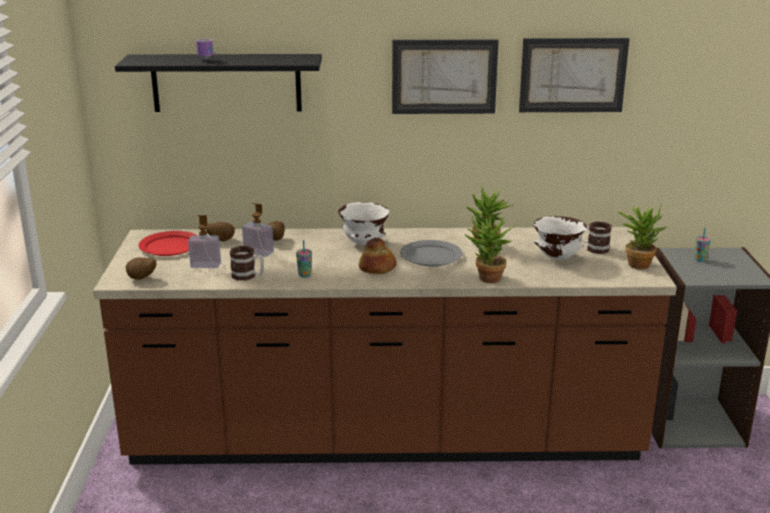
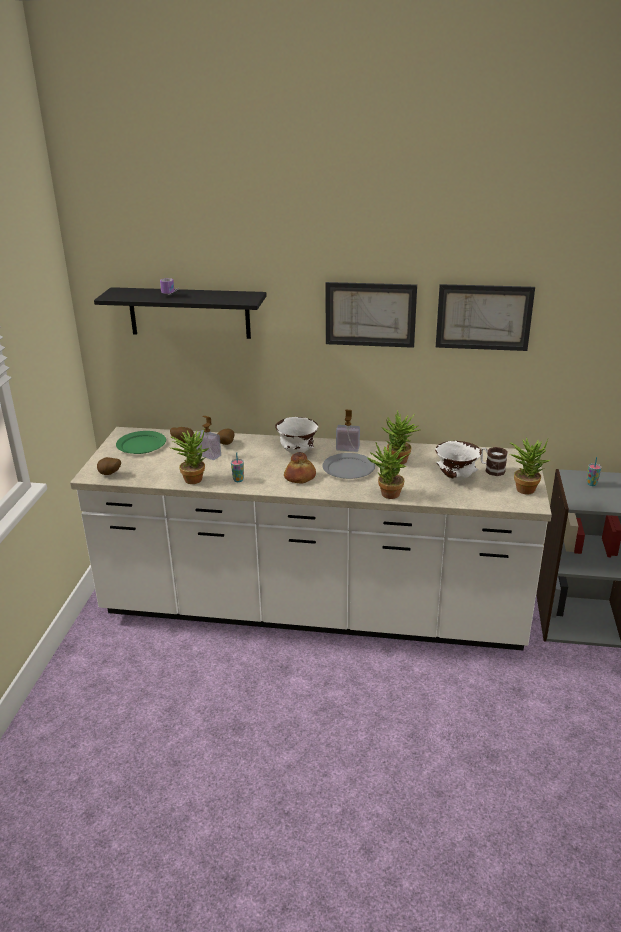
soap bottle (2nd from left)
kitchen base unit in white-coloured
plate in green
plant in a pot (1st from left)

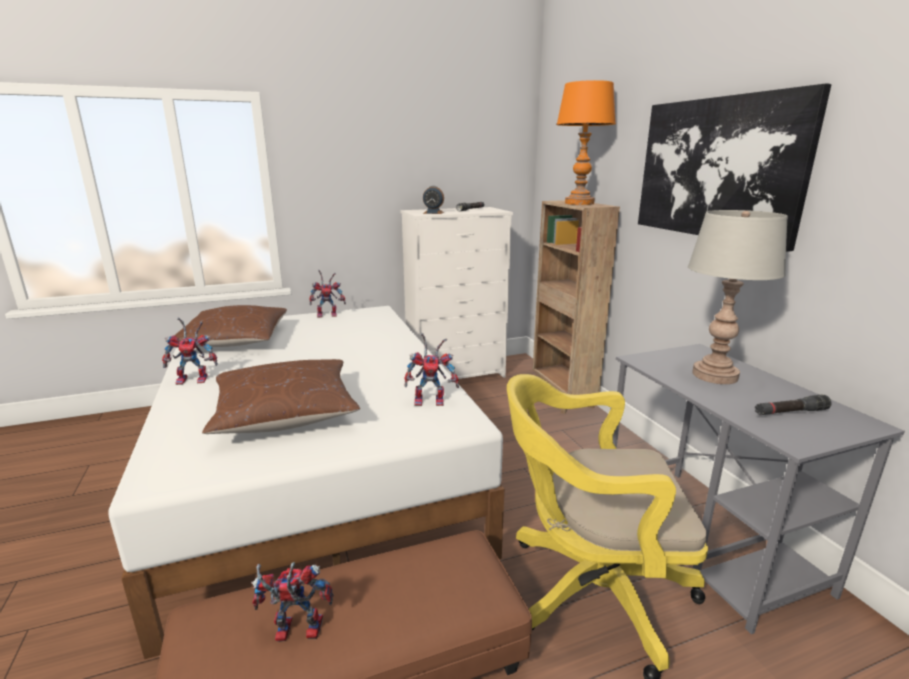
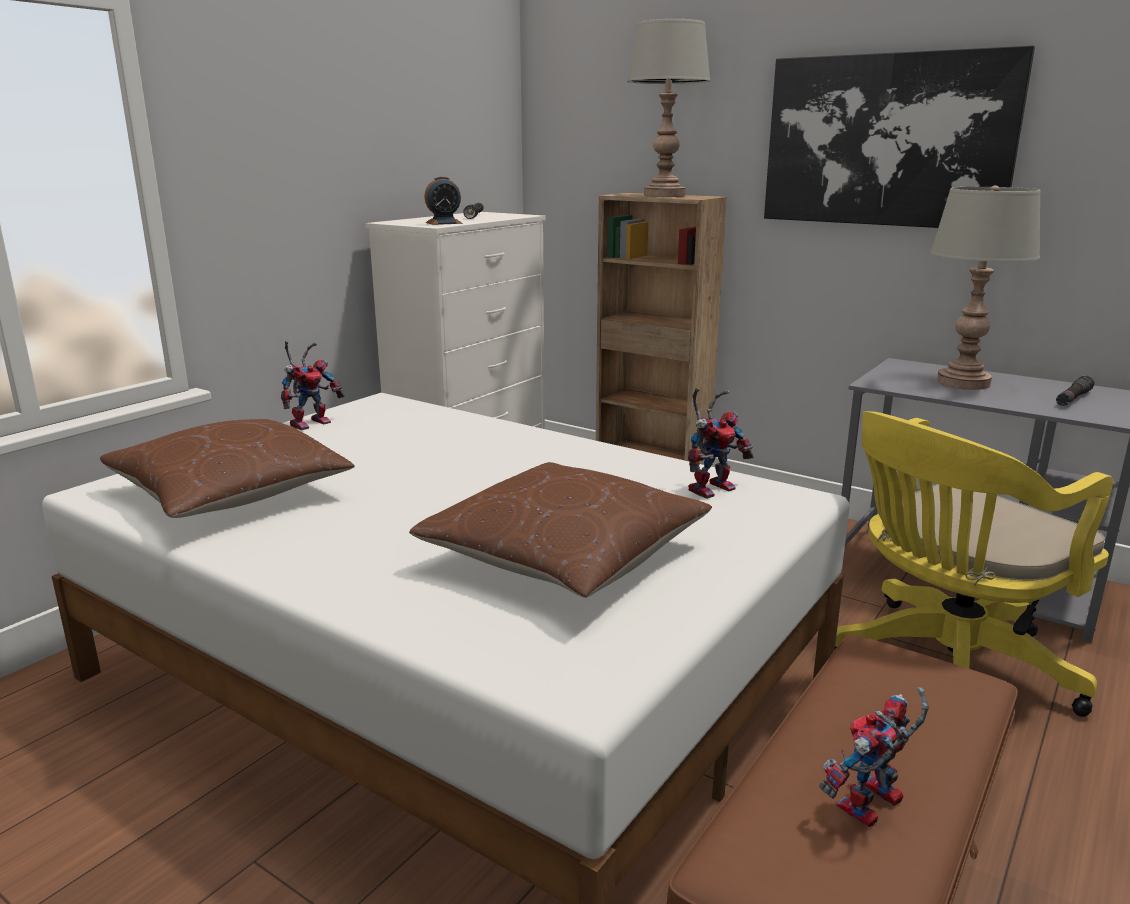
tabletop lamp in gray (1st from left)
model robot (1st from left in the first image)

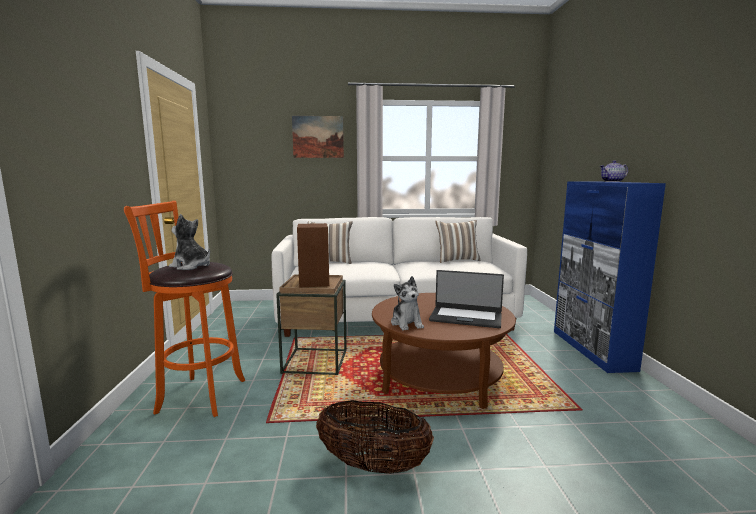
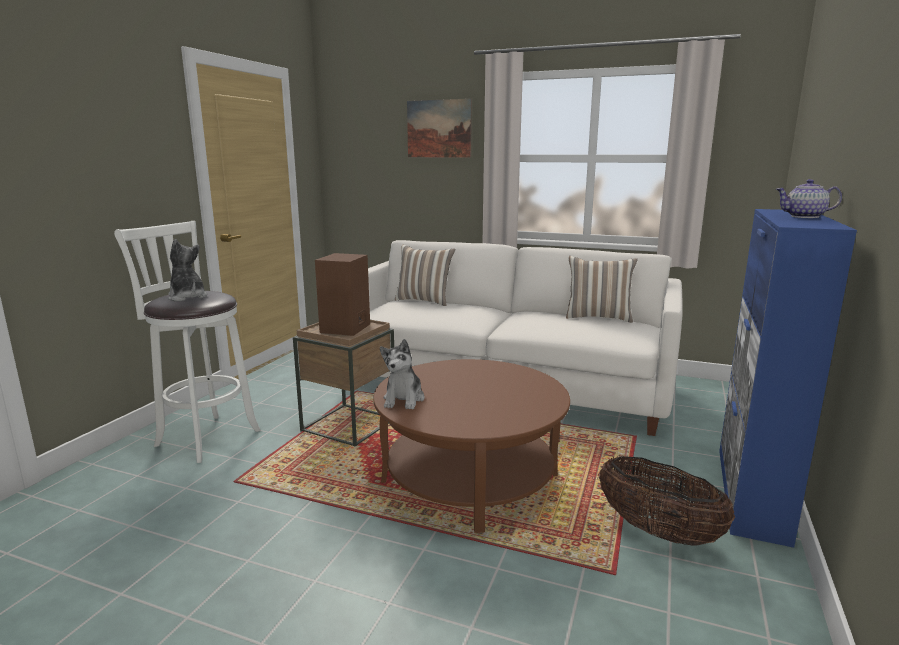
sitting stool in white-coloured
notebook computer
basket

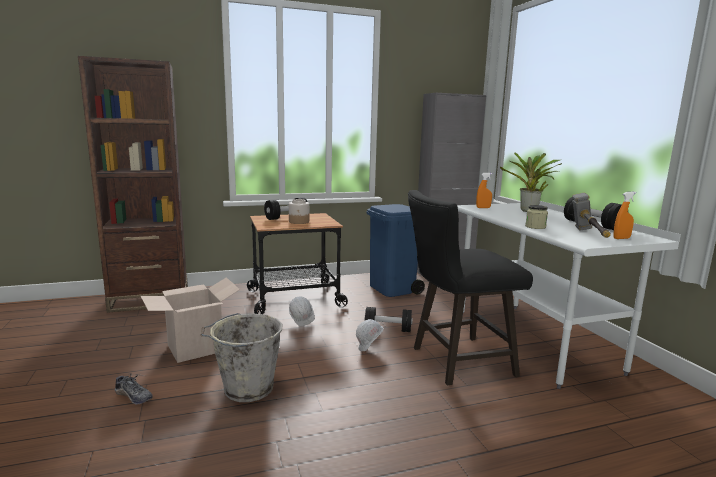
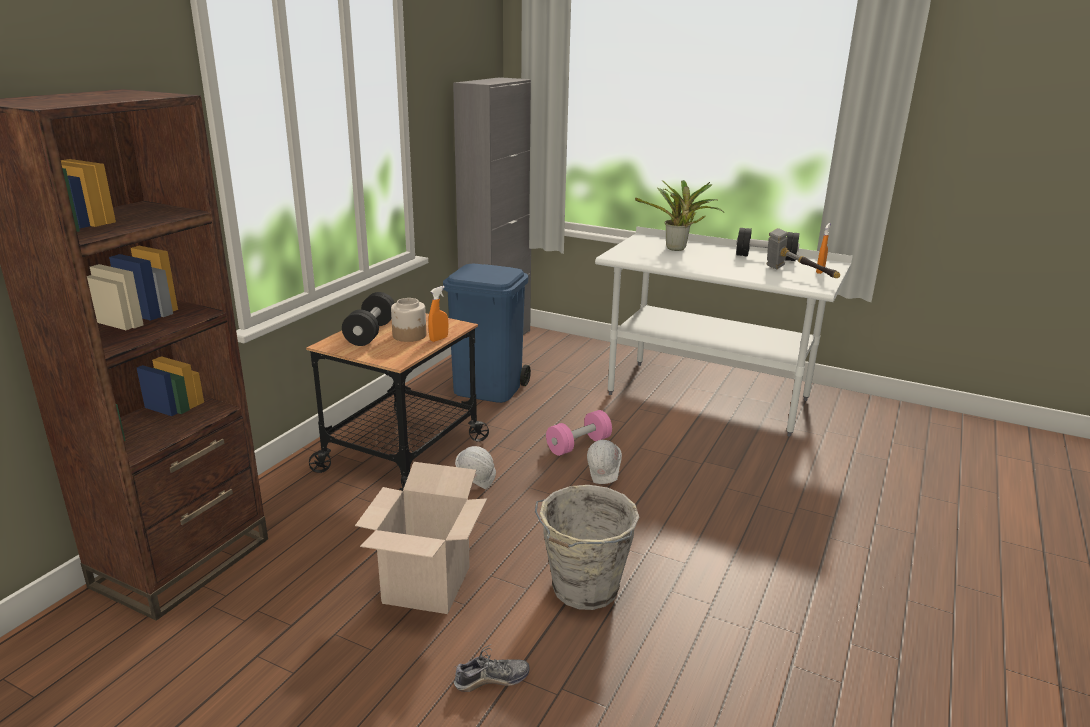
spray bottle in orangey (1st from left)
sitting stool in black
storage jar (2nd from left in the first image)
free weight in pink-coloured

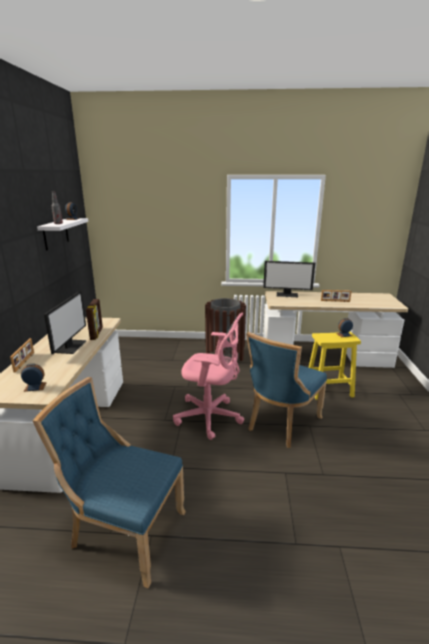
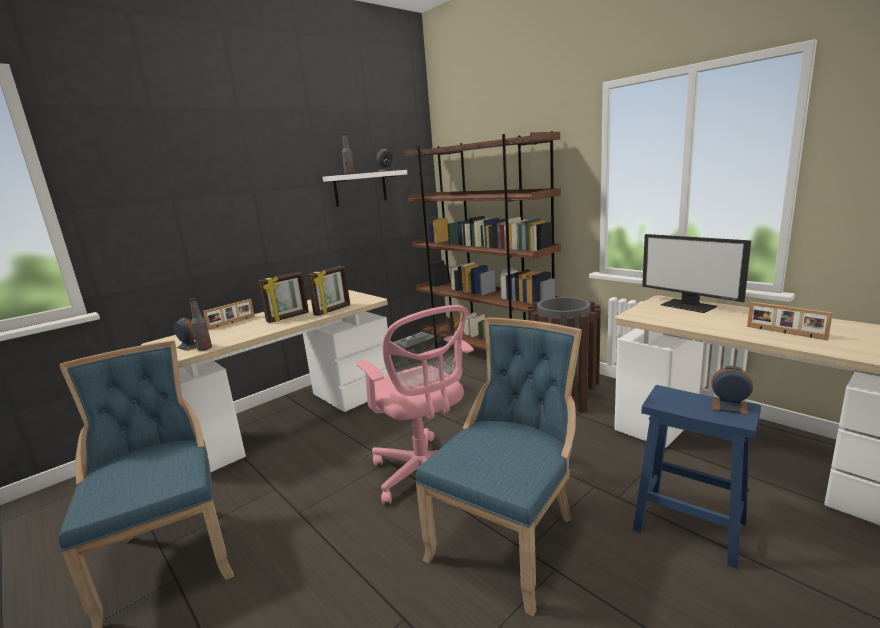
photo frame (2nd from left)
chair in blue-coloured (2nd from left)
sitting stool in blue-coloured
shelving unit in brownish
drink bottle (1st from left)

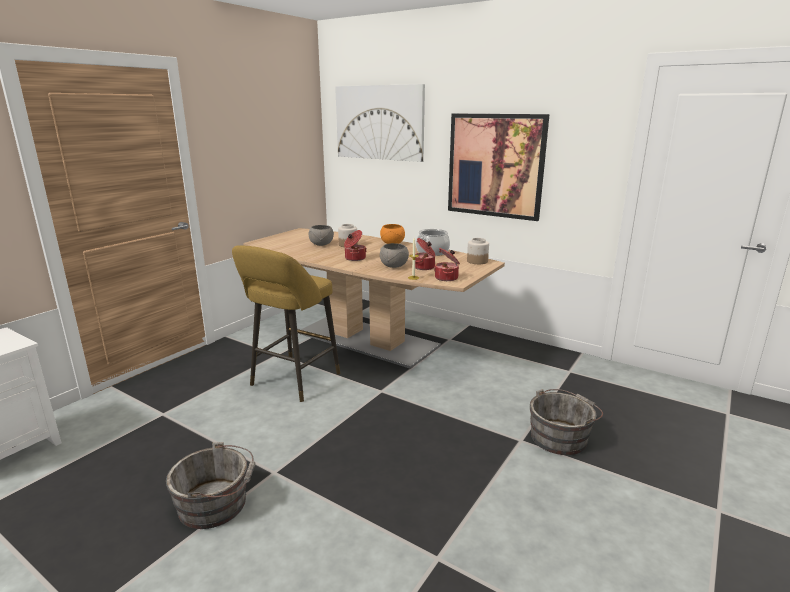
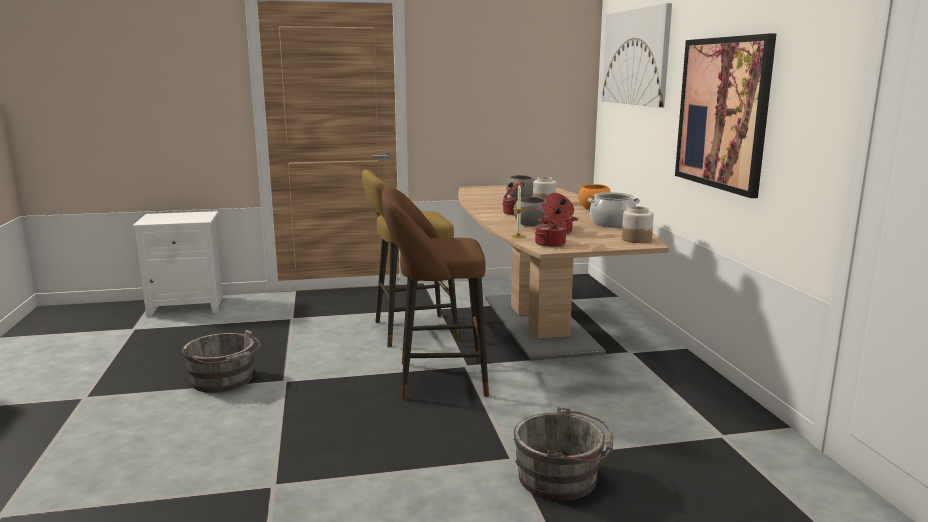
sitting stool in brownish

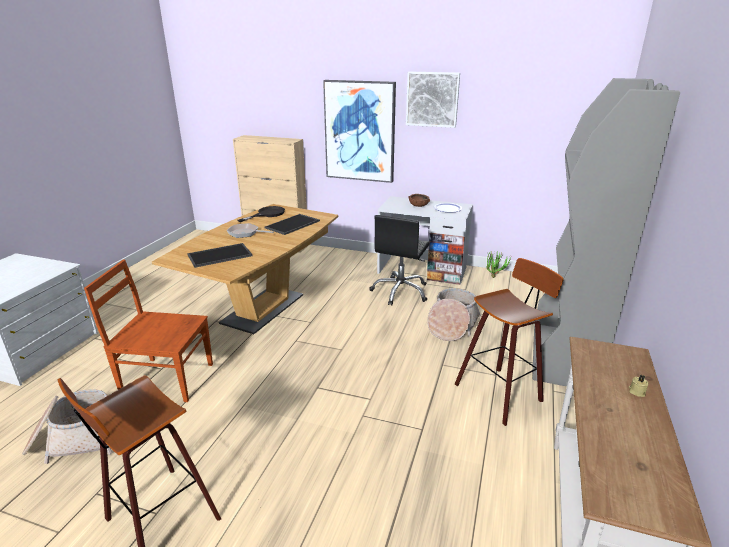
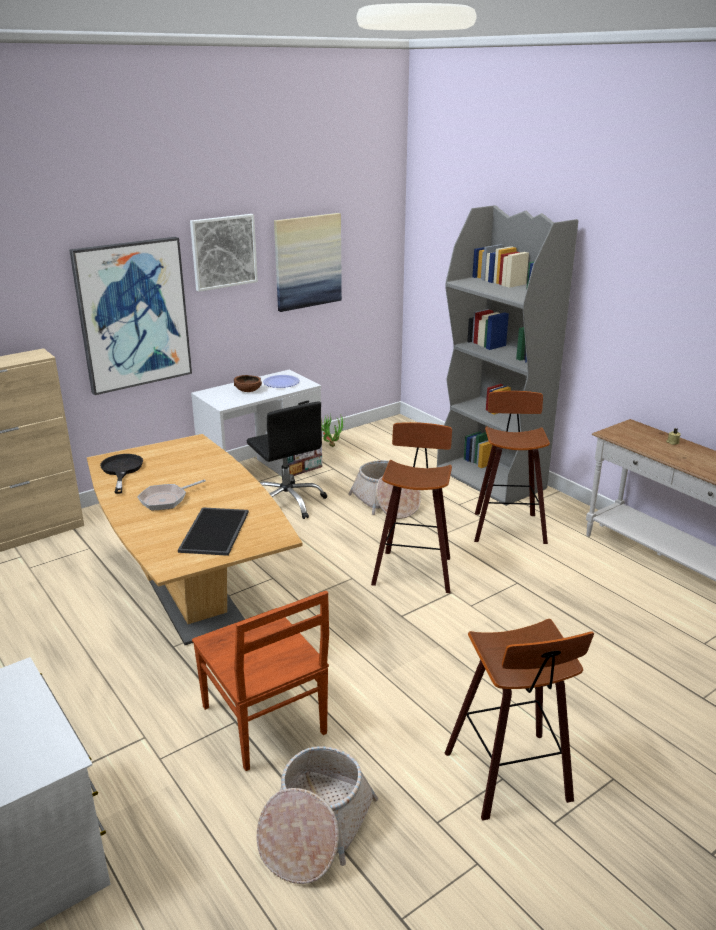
tray (2nd from left in the first image)
chair in brownish
wall picture (3rd from left)
sitting stool (1st from left)

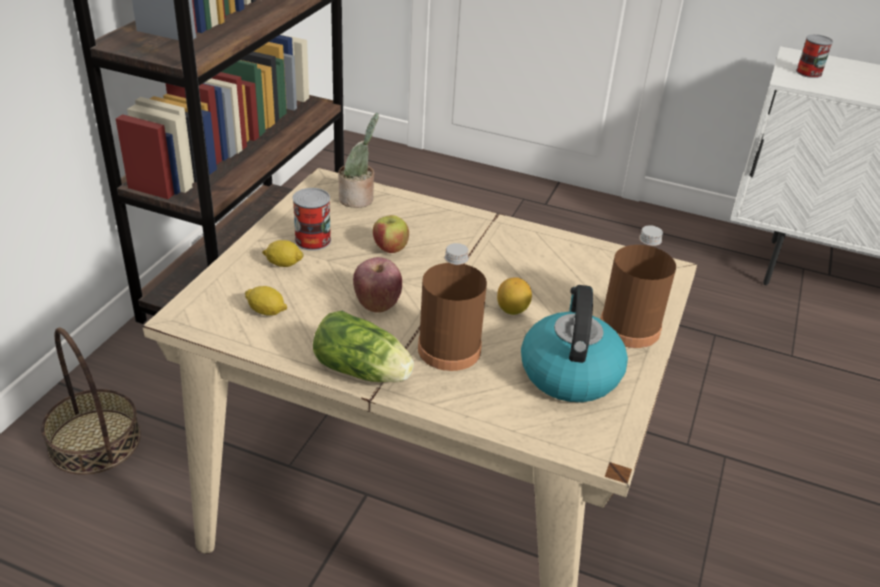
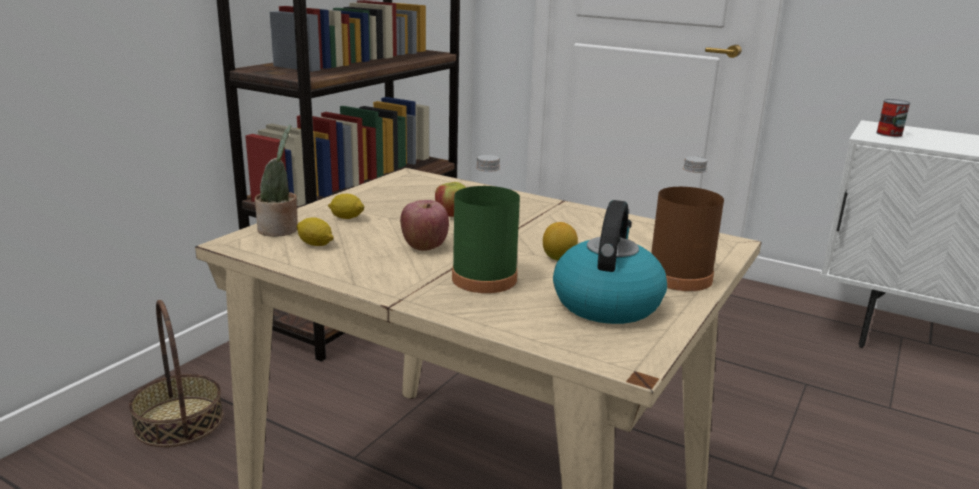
plant in a pot
sealed can (1st from left in the first image)
drink bottle in green
lettuce

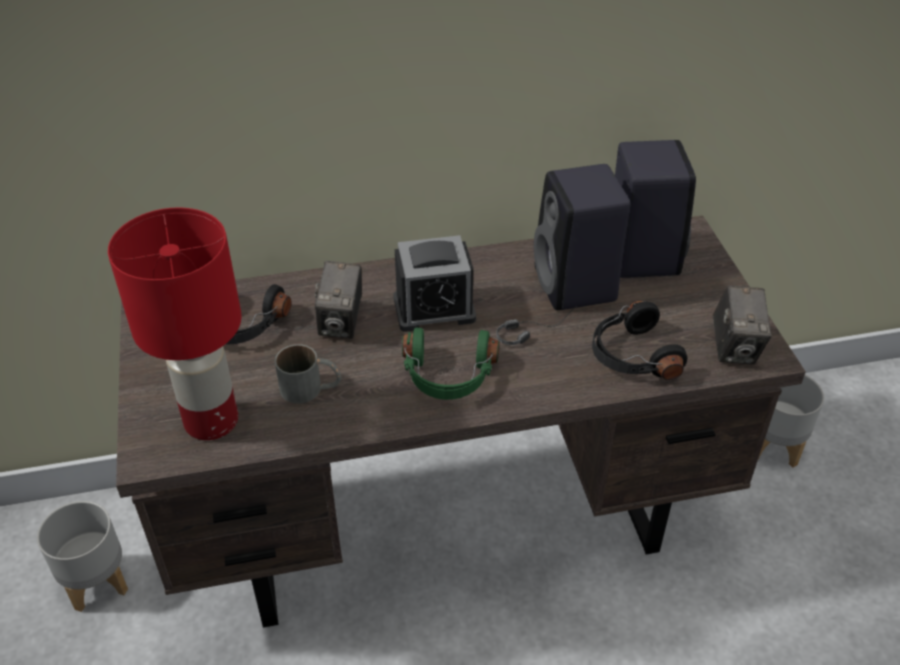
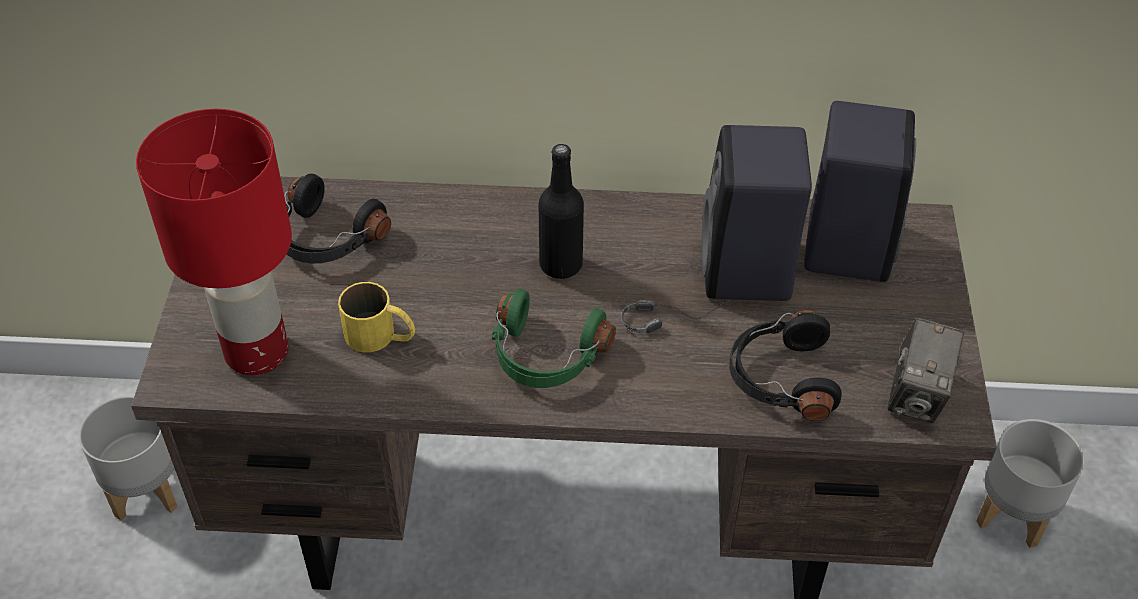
drink bottle in black
still camera (1st from left in the first image)
coffee mug in yellow

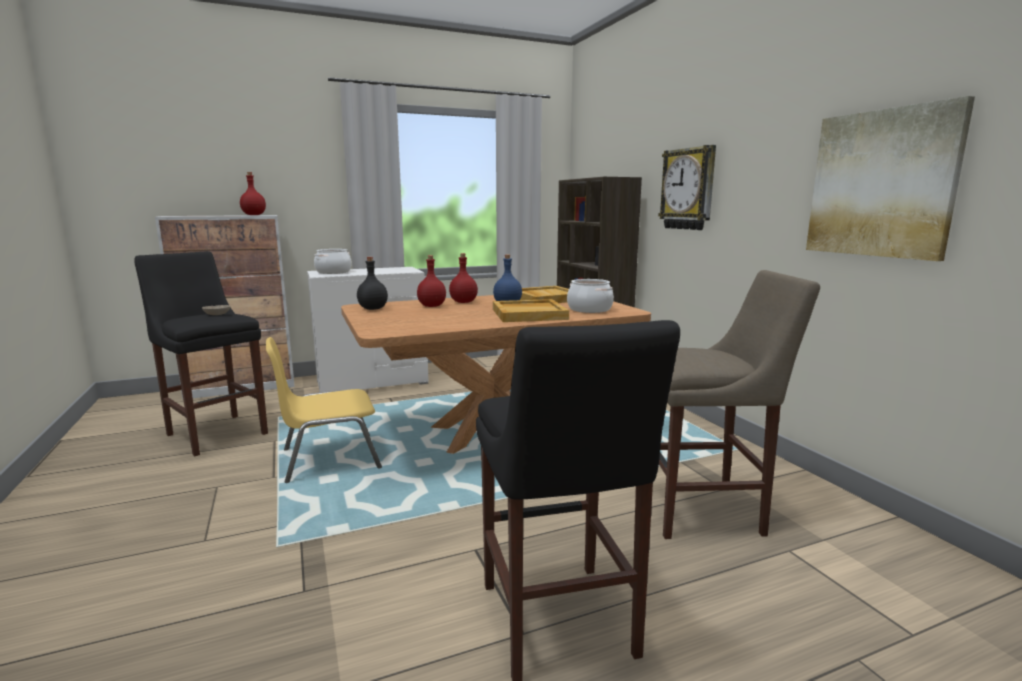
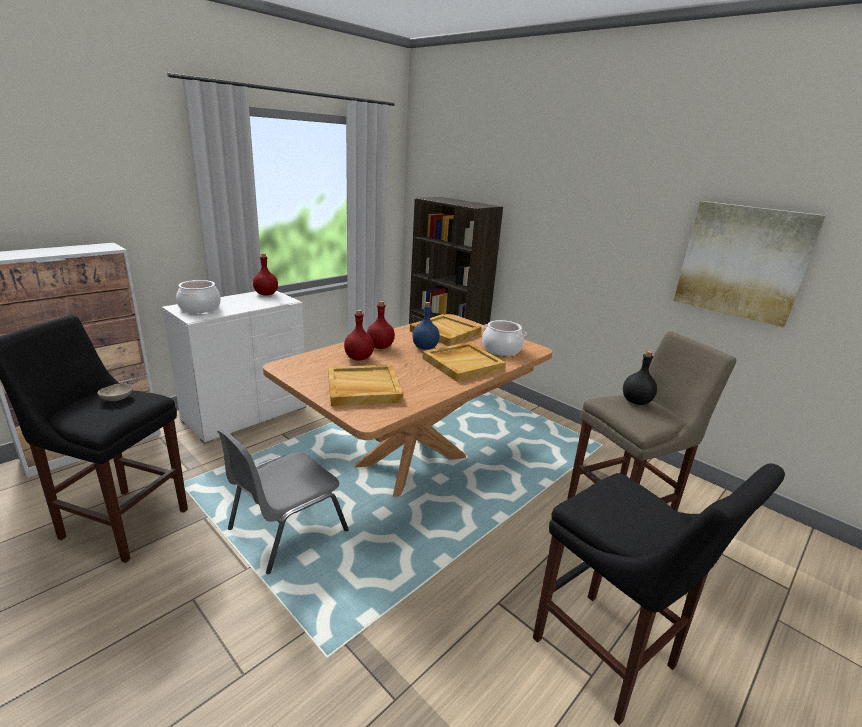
hanging clock
drink bottle in red (1st from left)
drink bottle in black
chair in gray
tray in beige (1st from left)

